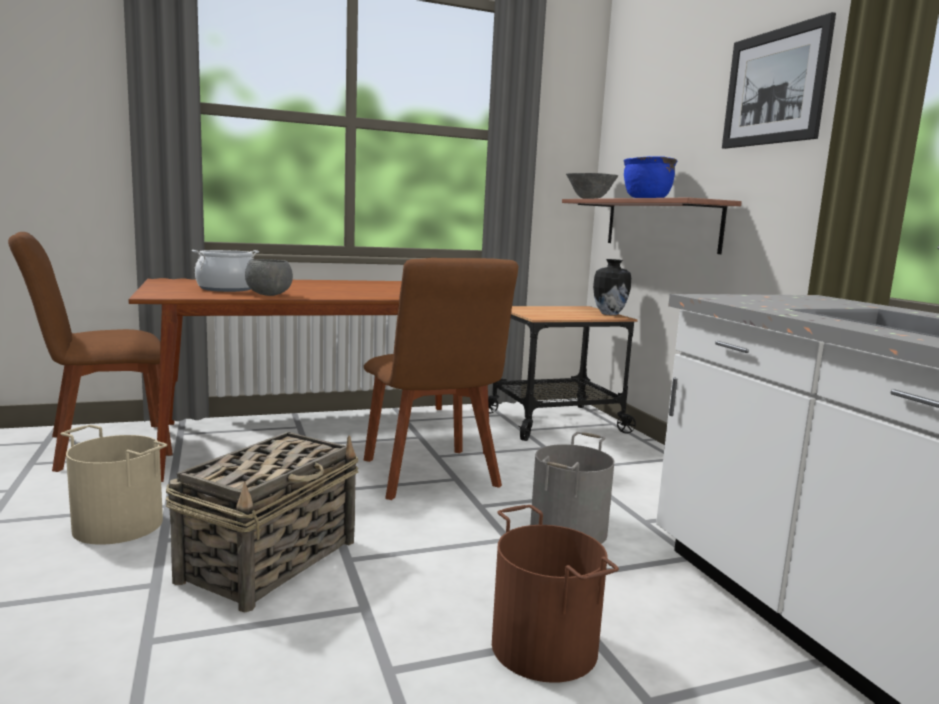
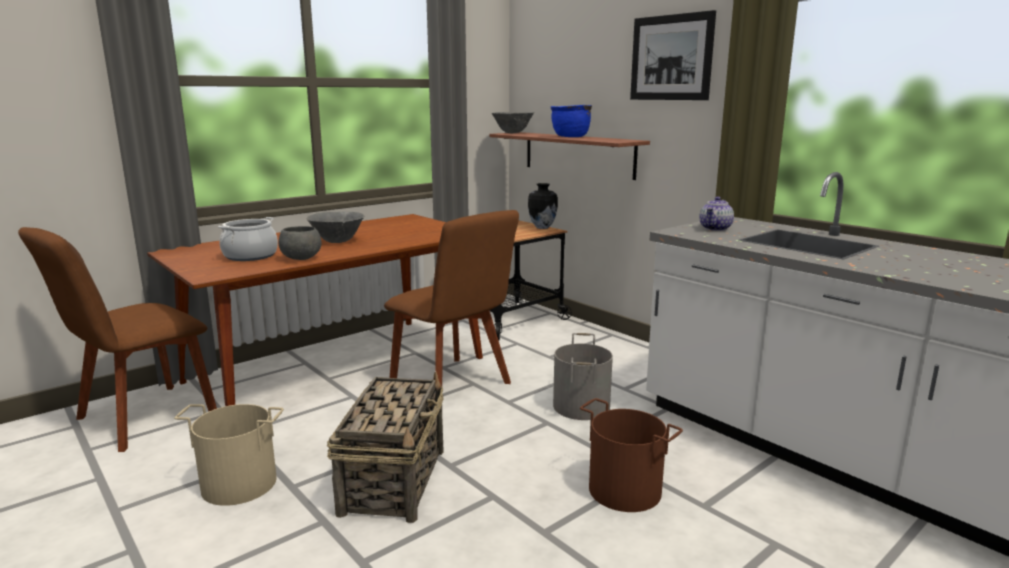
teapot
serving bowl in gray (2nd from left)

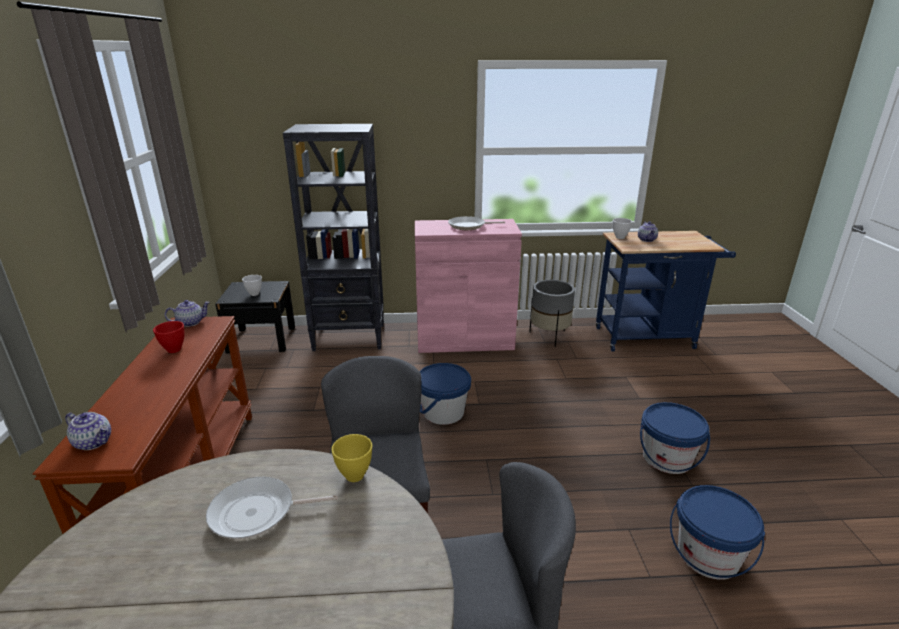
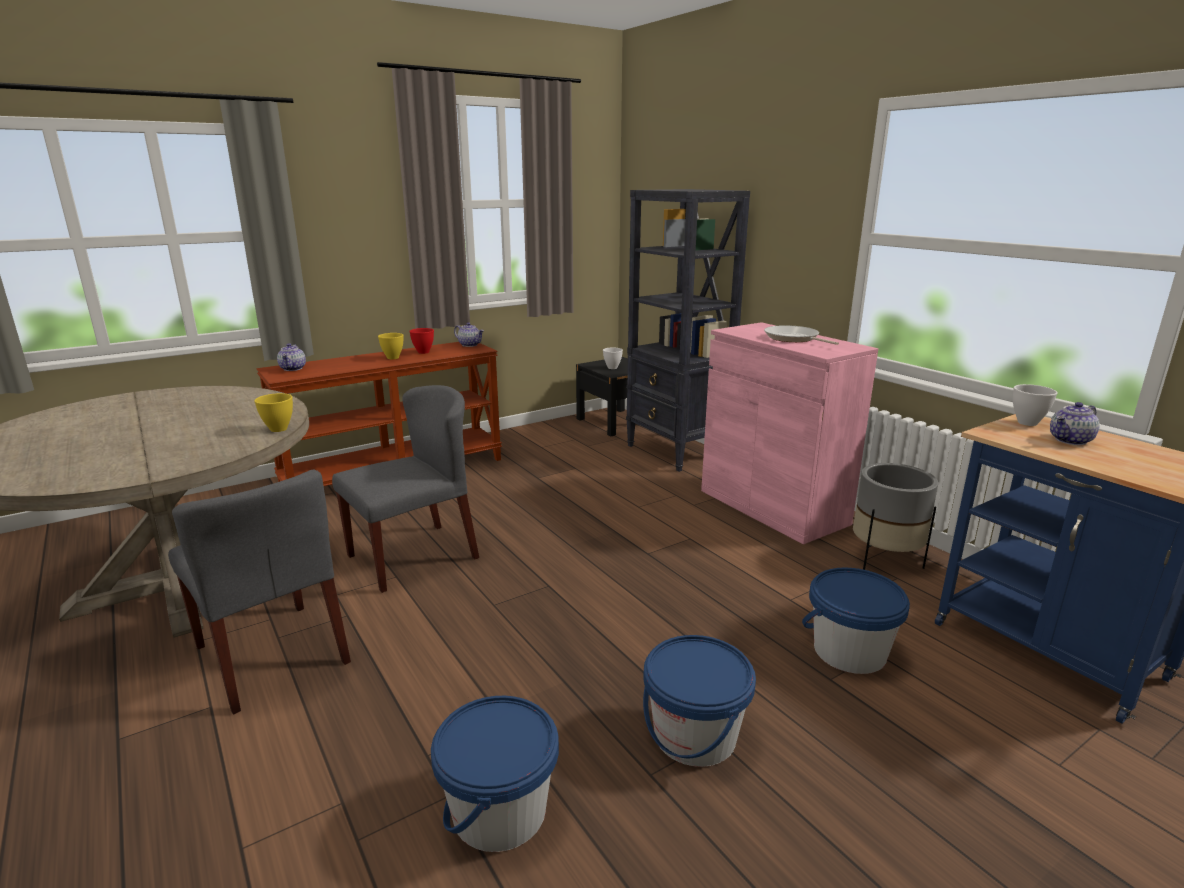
pail in blue-coloured (3rd from left)
skillet (1st from left in the first image)
serving bowl in yellow (2nd from left)

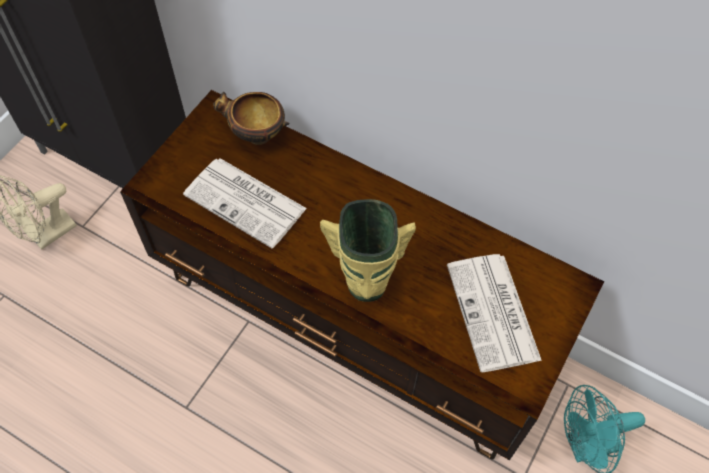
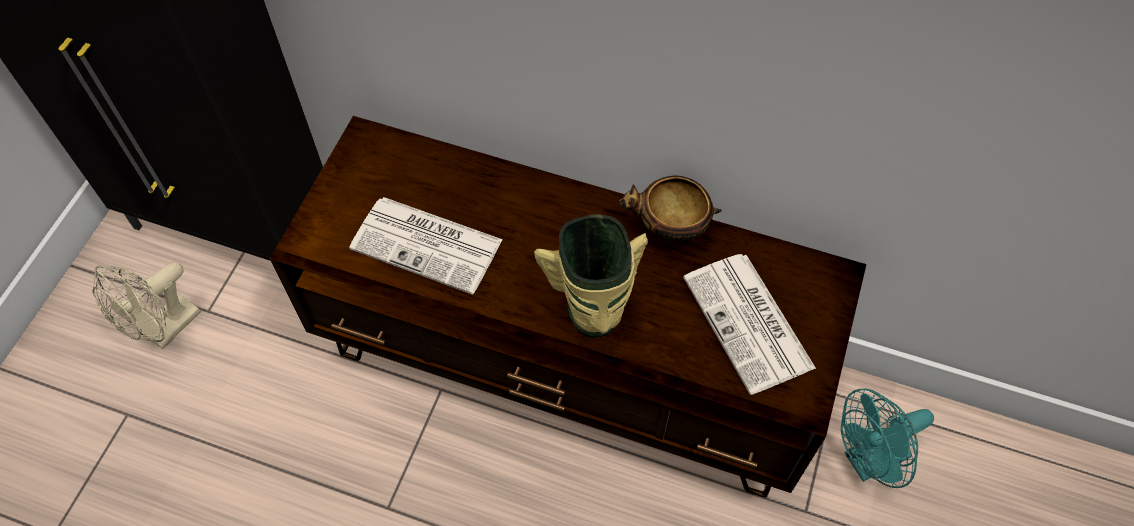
serving bowl

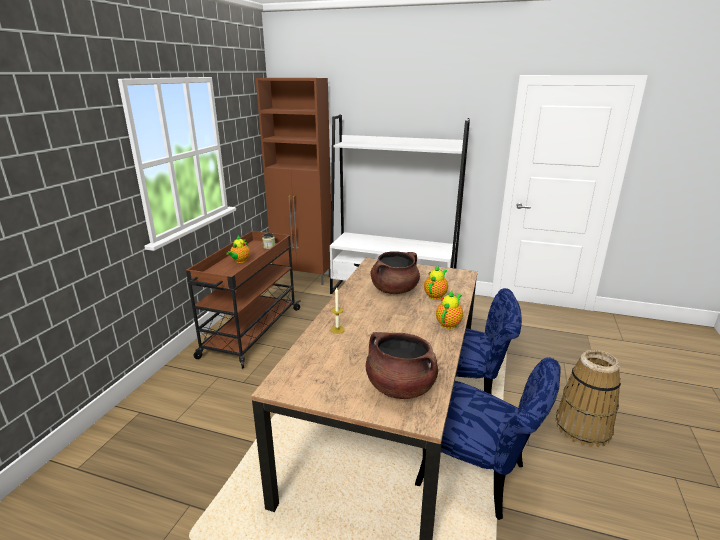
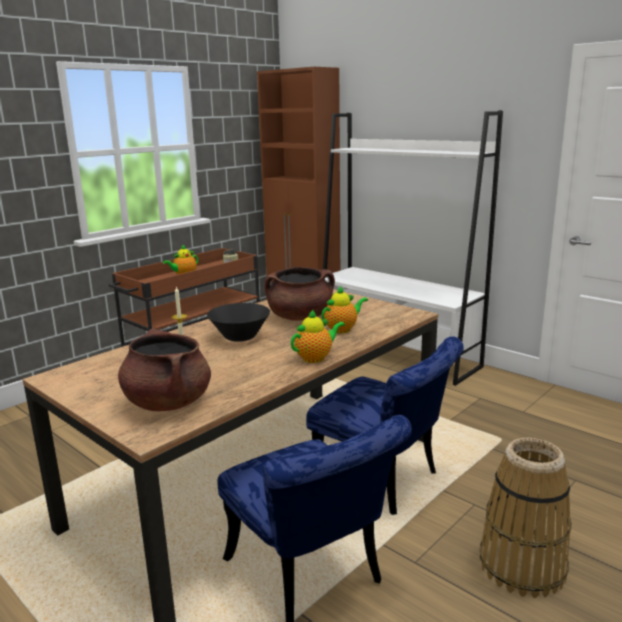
serving bowl in black

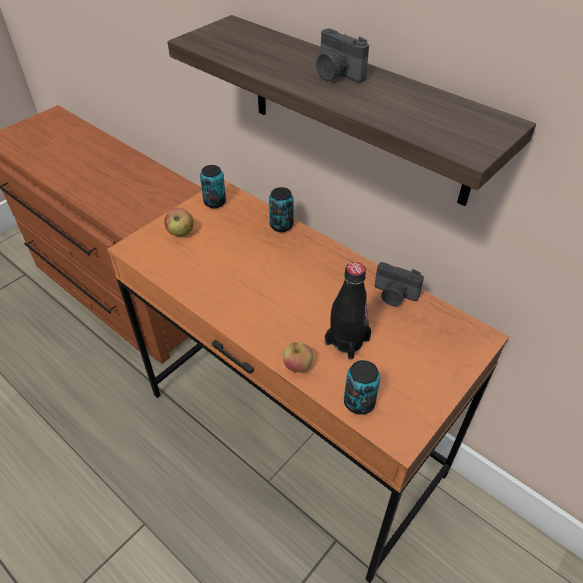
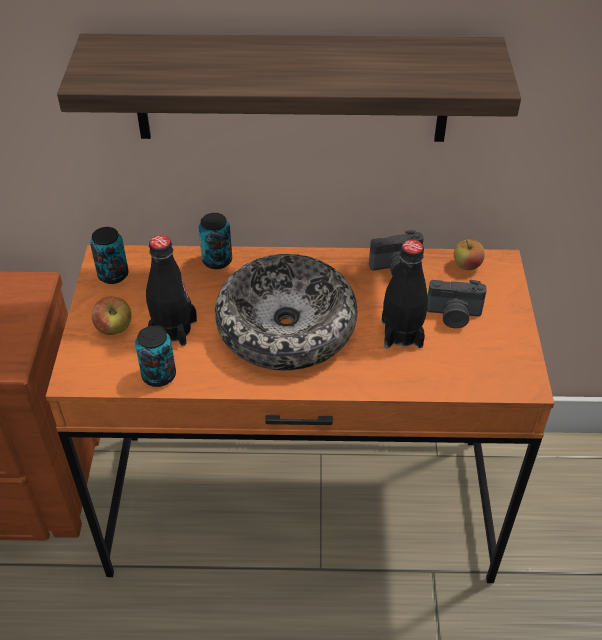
still camera (2nd from left)
apple (2nd from left)
sealed can (2nd from left)
drink bottle in black (1st from left)
serving bowl

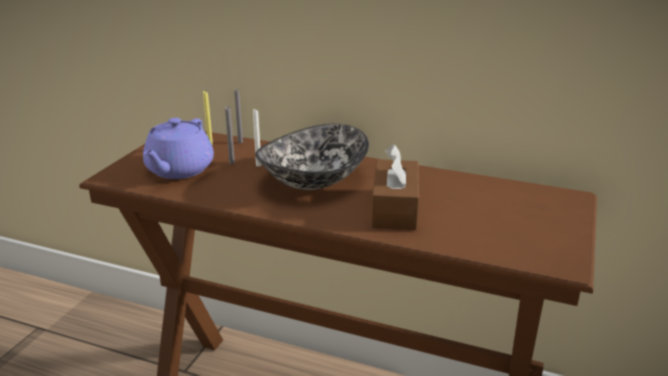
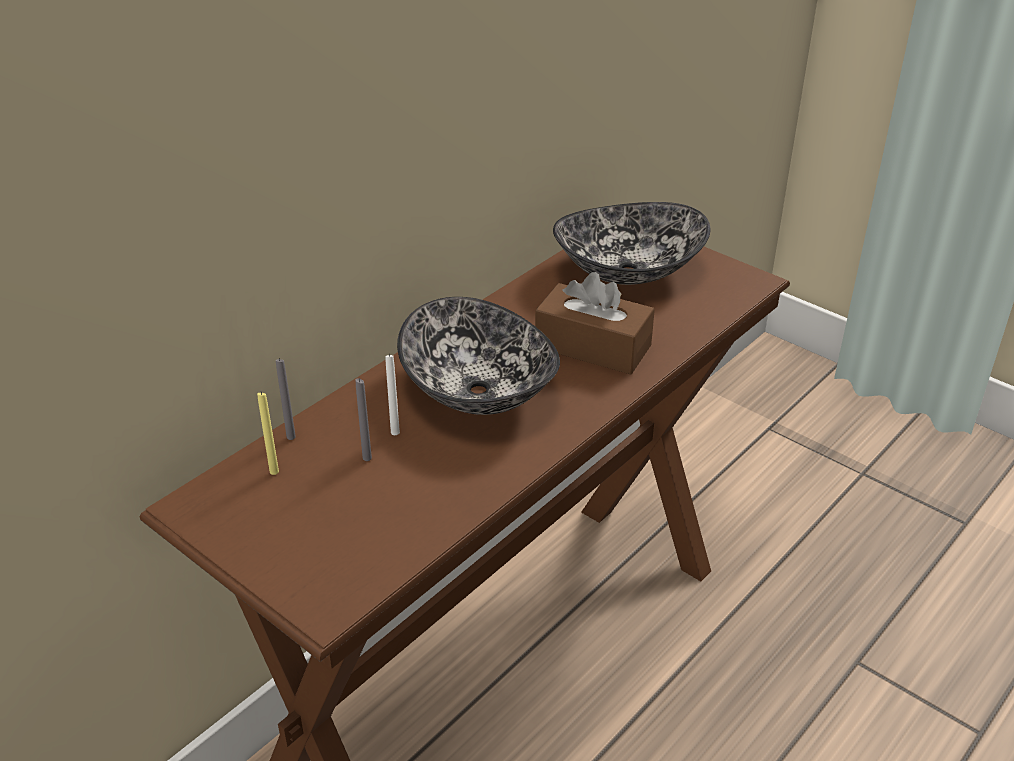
teapot in purple
serving bowl (2nd from left)

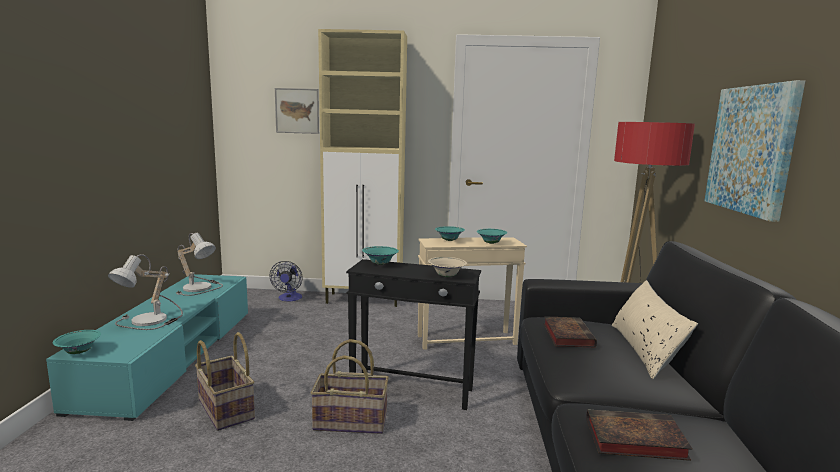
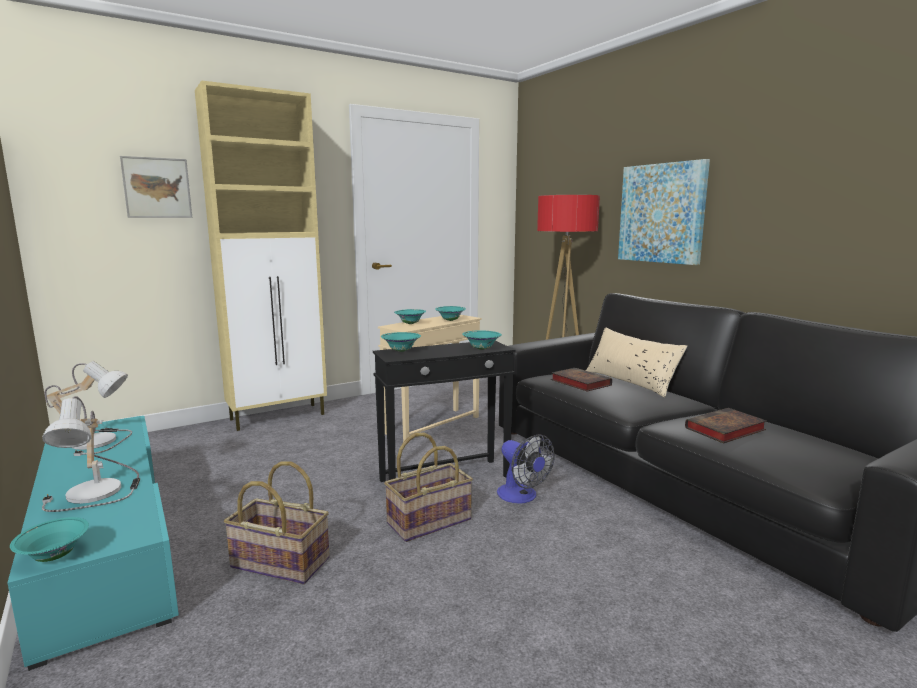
serving bowl in blue-green (5th from left)
cooling fan

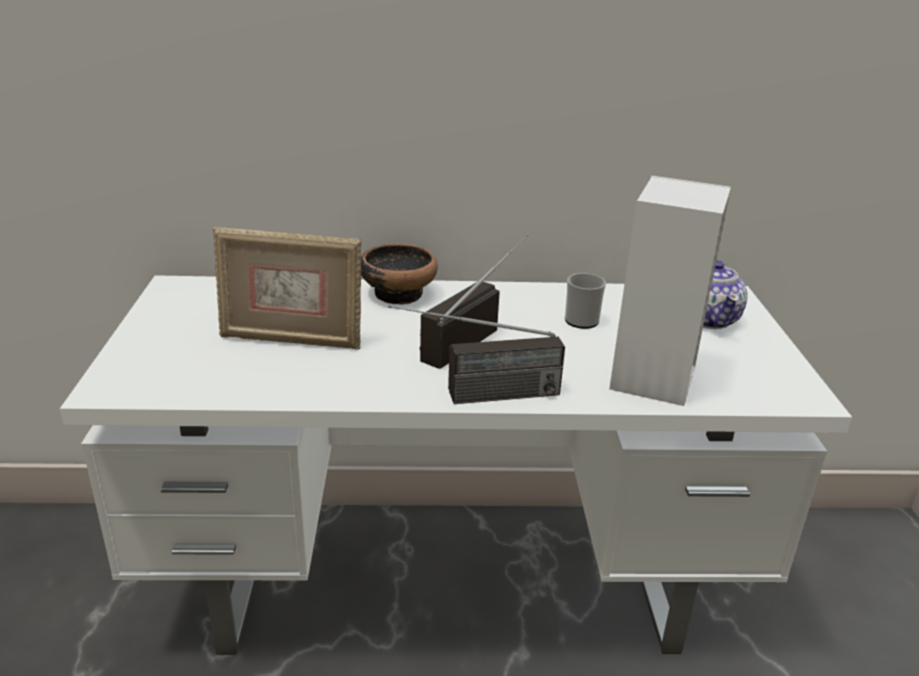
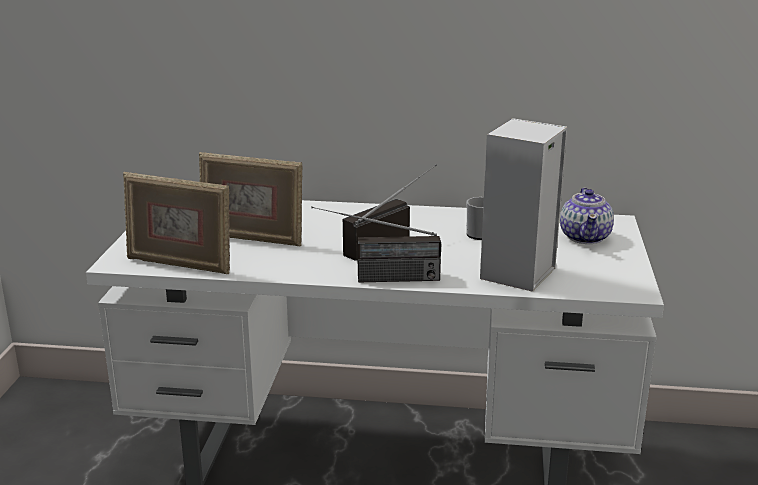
serving bowl
photo frame (1st from left)

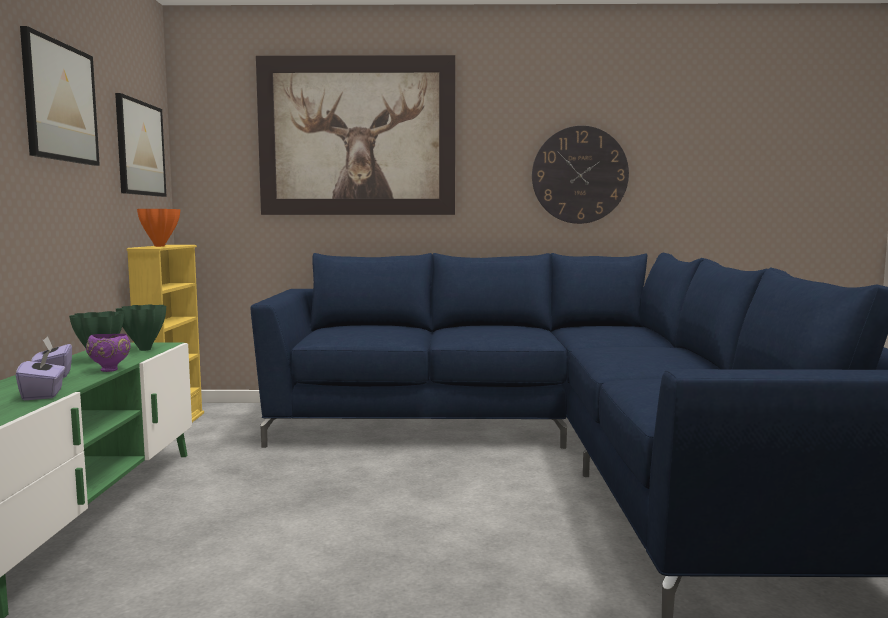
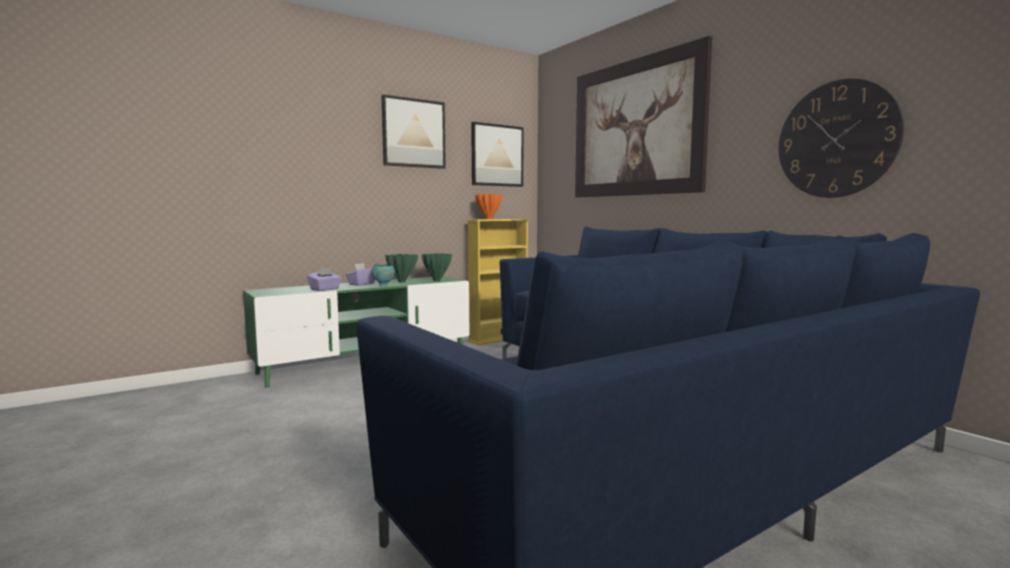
serving bowl in blue-green

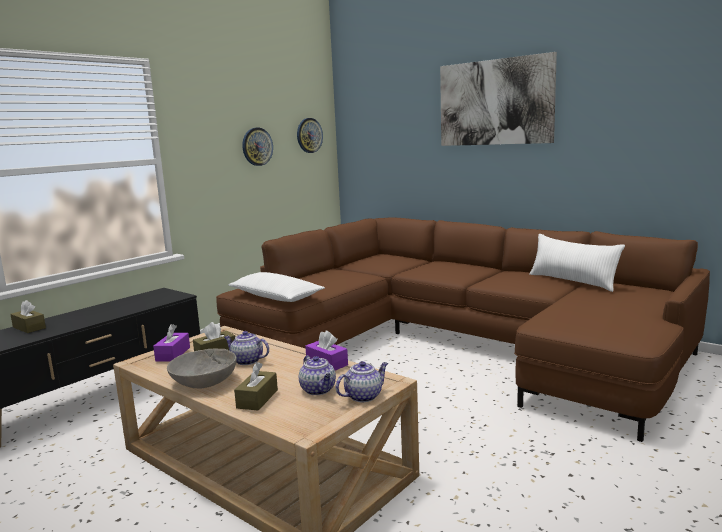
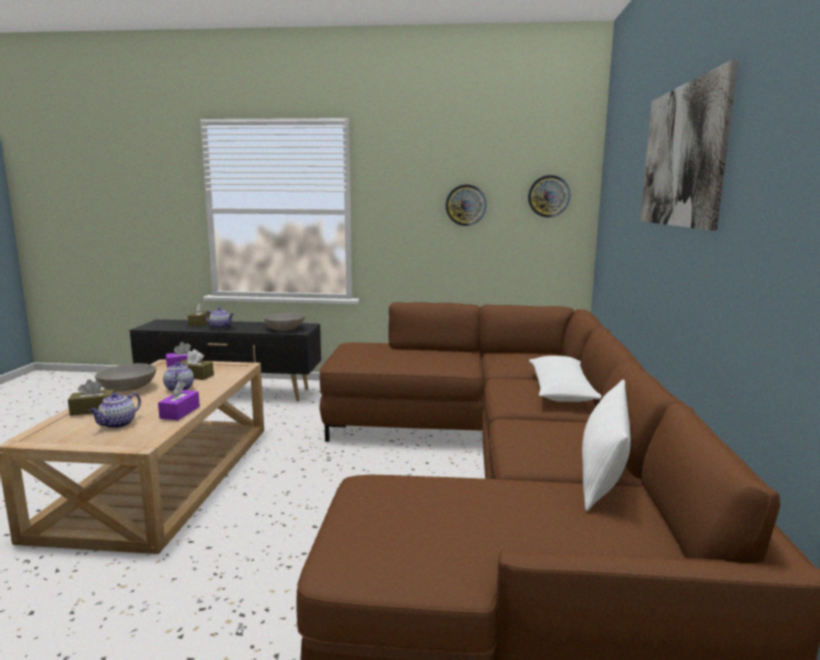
cushion in white-coloured (1st from left)
teapot (3rd from left)
serving bowl in gray (2nd from left)

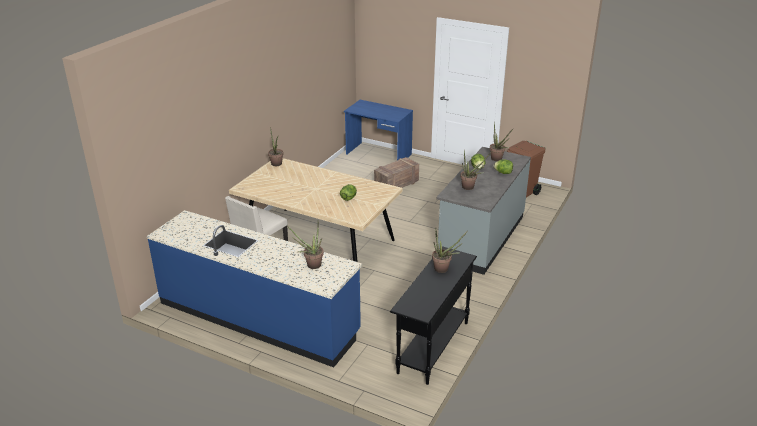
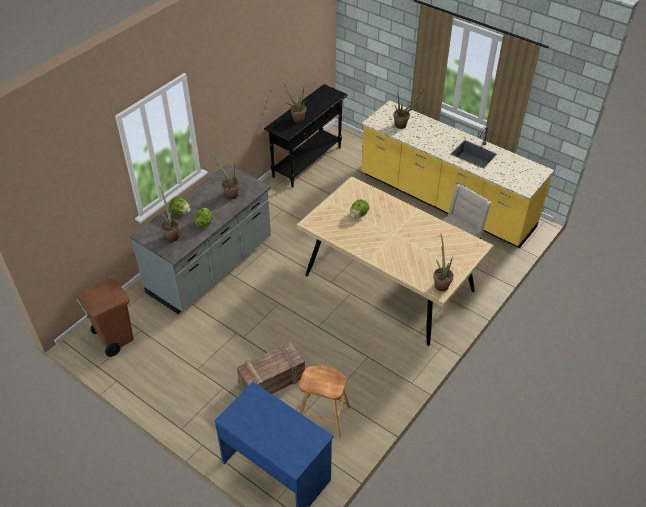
kitchen base unit in yellow
sitting stool in brownish

